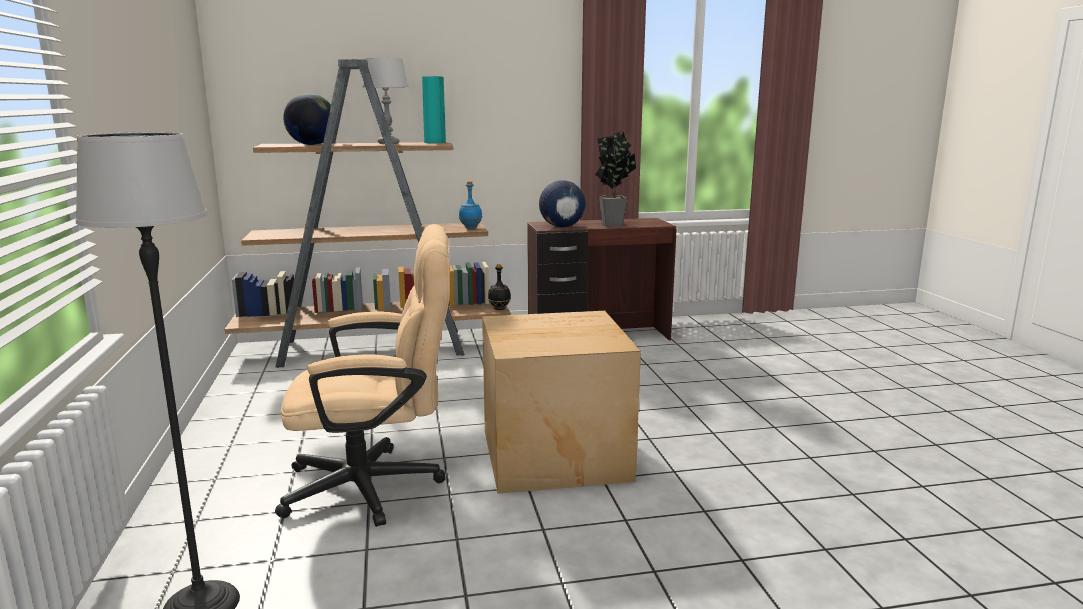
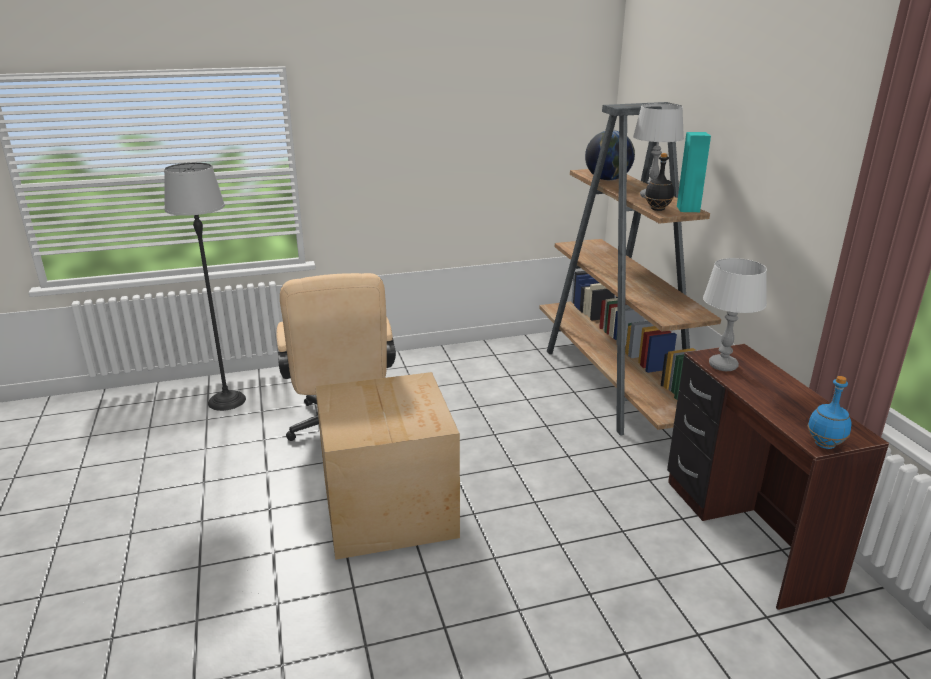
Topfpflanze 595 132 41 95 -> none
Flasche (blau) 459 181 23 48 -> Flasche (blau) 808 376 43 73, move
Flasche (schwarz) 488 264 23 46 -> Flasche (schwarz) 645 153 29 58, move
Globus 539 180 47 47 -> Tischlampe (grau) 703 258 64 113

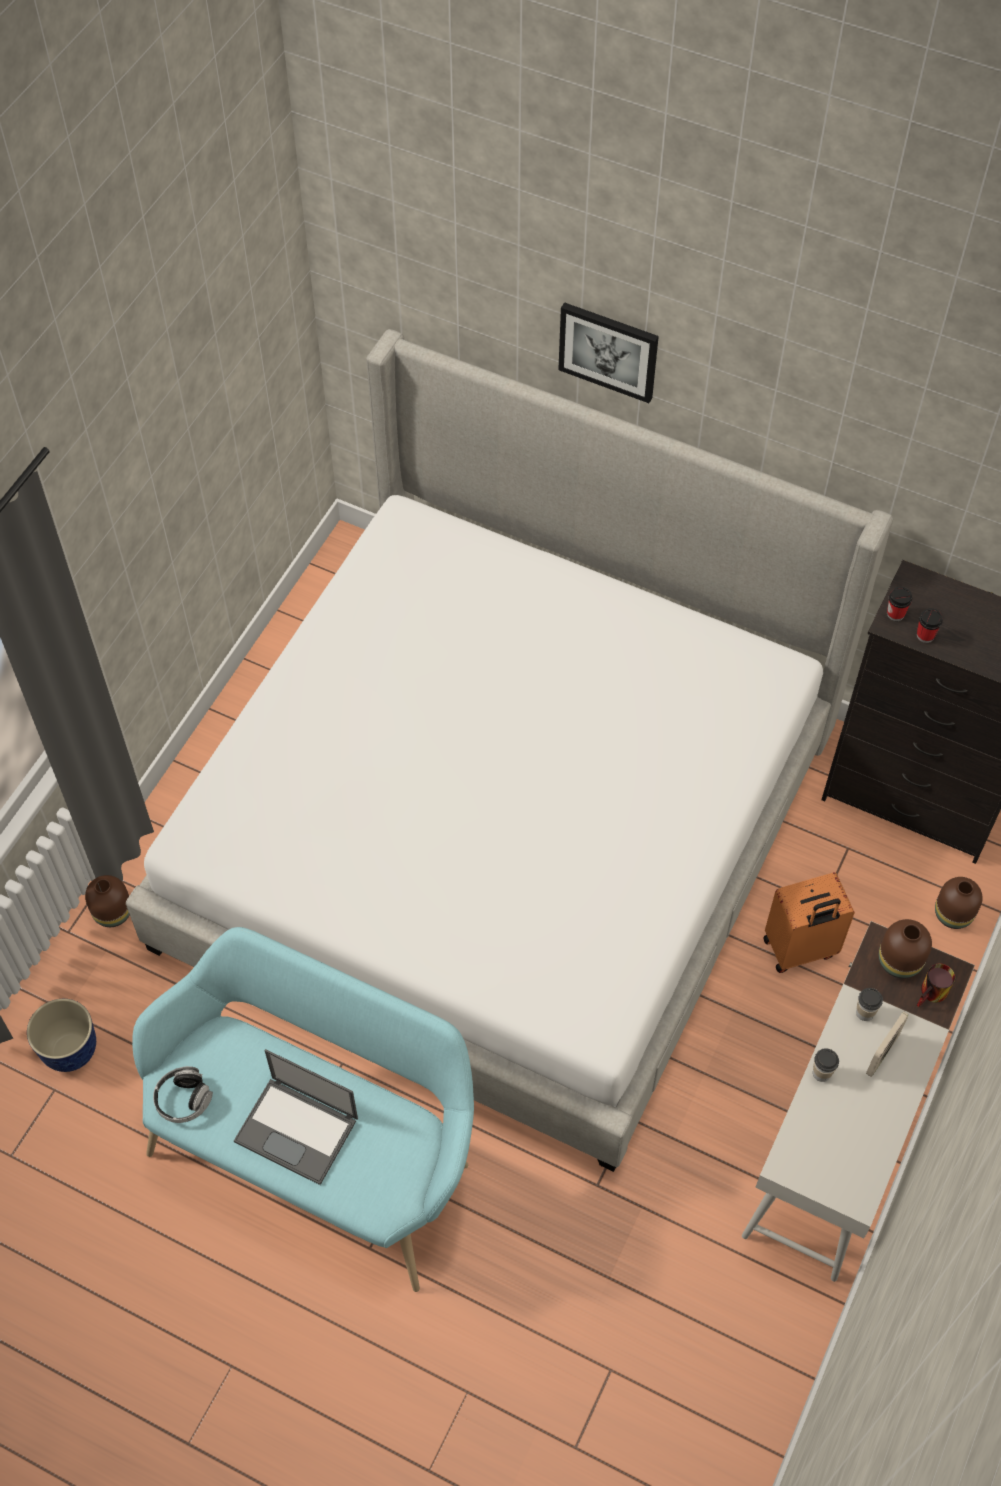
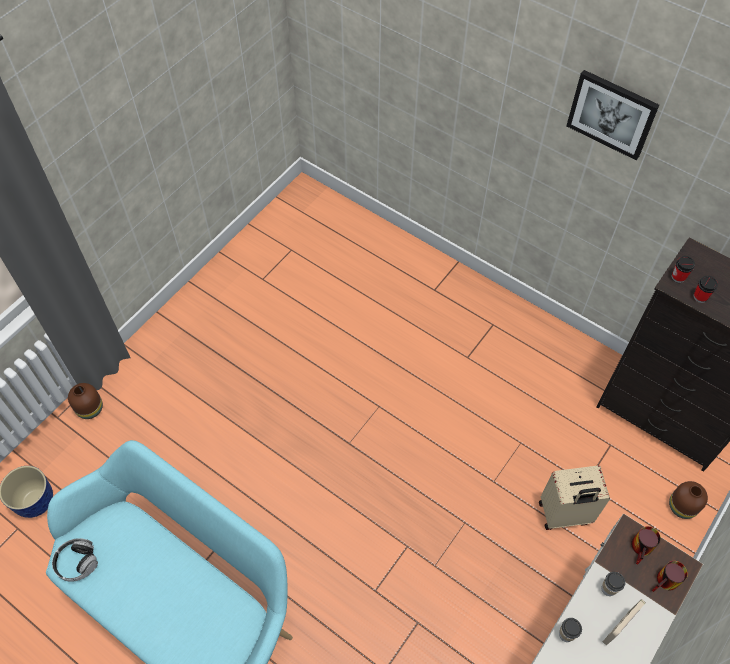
Bett 126 329 767 843 -> none
Laptop 234 1049 124 136 -> none
Bild 558 302 101 101 -> Bild 566 70 93 90, move
Vase (braun) 879 919 53 60 -> Henkelbecher 631 526 30 38
Koffer (orange) 763 872 92 101 -> Koffer (beige) 539 466 71 64

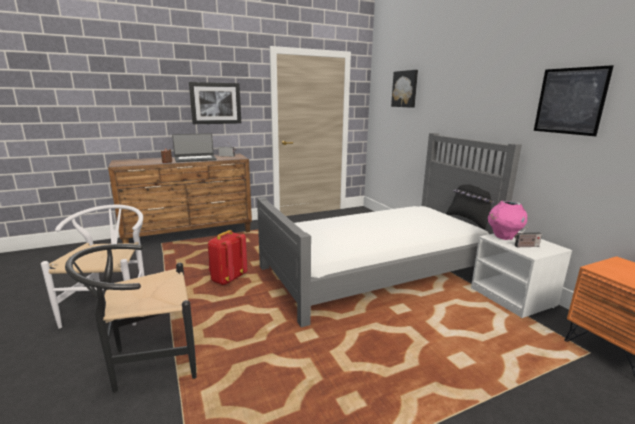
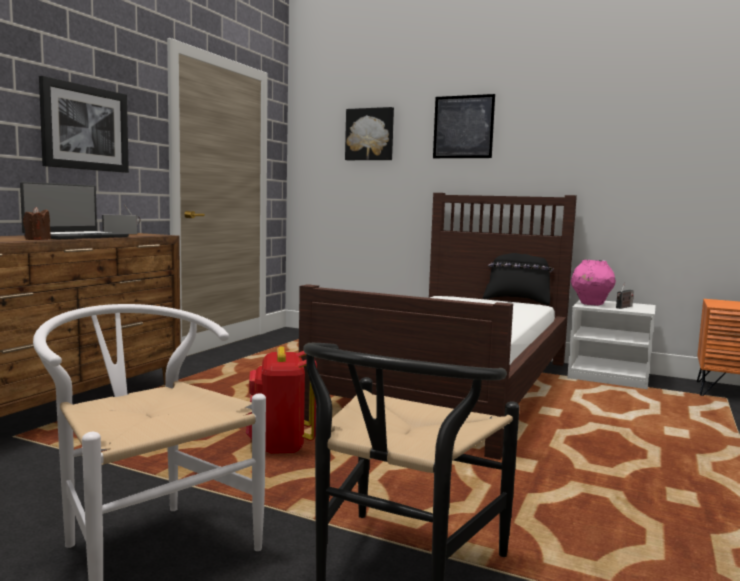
Bild 534 65 80 71 -> Bild 433 94 62 64, move
Bett (grau) 257 133 265 194 -> Bett (braun) 299 193 278 267

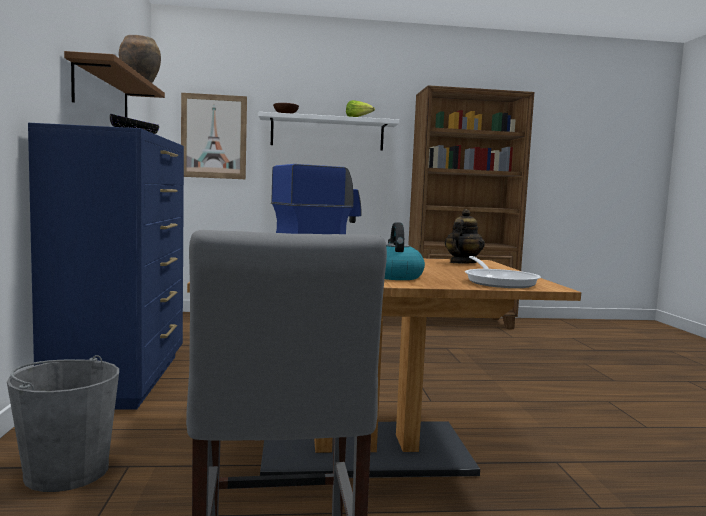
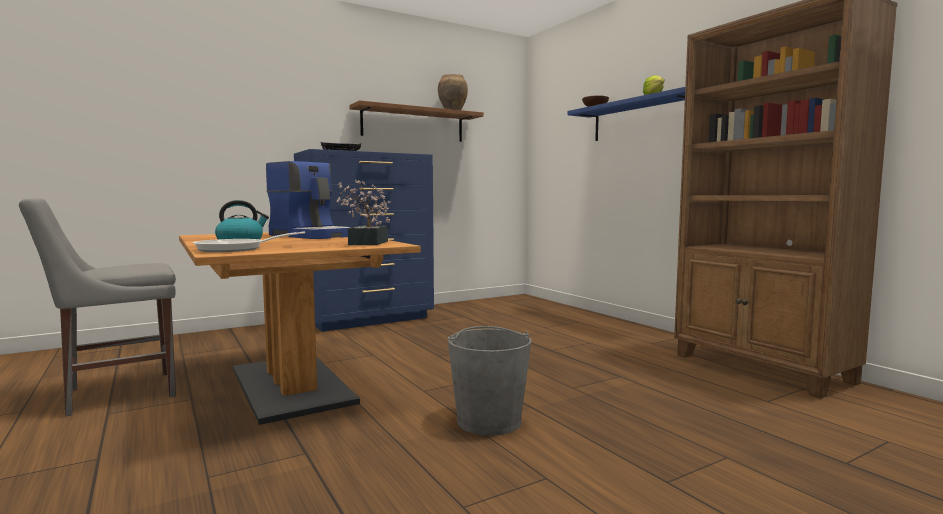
Bild 181 93 66 86 -> none
Eimer (grau) 7 355 112 137 -> Eimer (grau) 448 326 83 110, move
Teekanne 445 209 40 54 -> Topfpflanze 337 179 53 66
Wandregal (weiß) 259 112 140 39 -> Wandregal (blau) 567 87 118 54

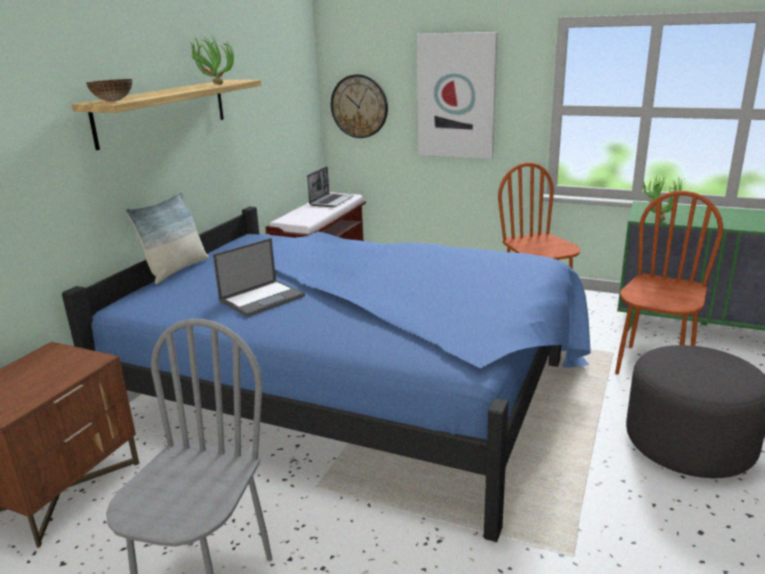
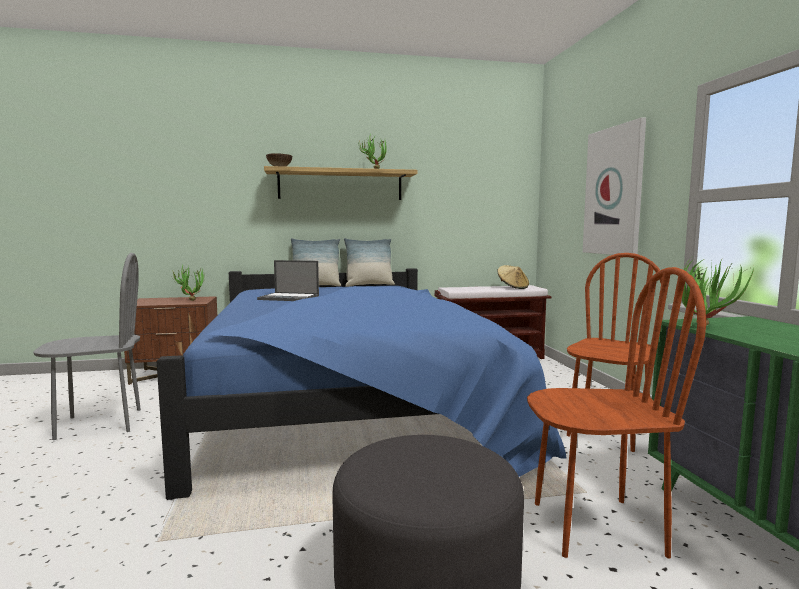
Wanduhr 331 74 57 64 -> none
none -> Topfpflanze 170 266 35 35
none -> Kissen 344 238 51 49
Laptop 307 166 47 41 -> Hut (beige) 497 265 32 24

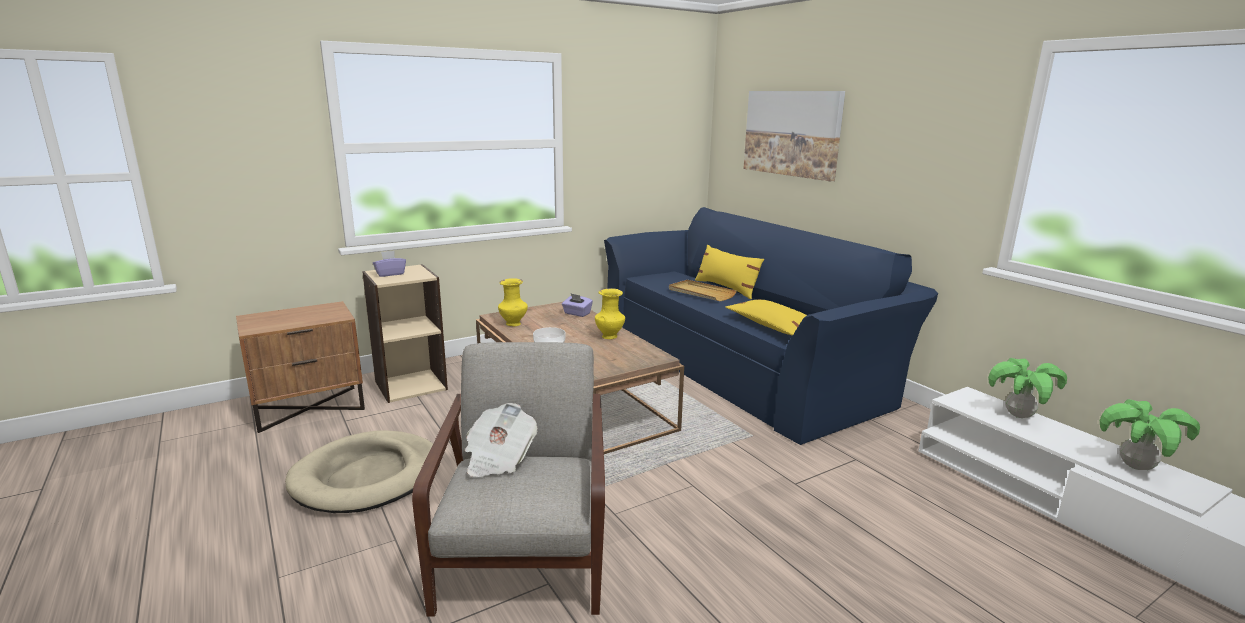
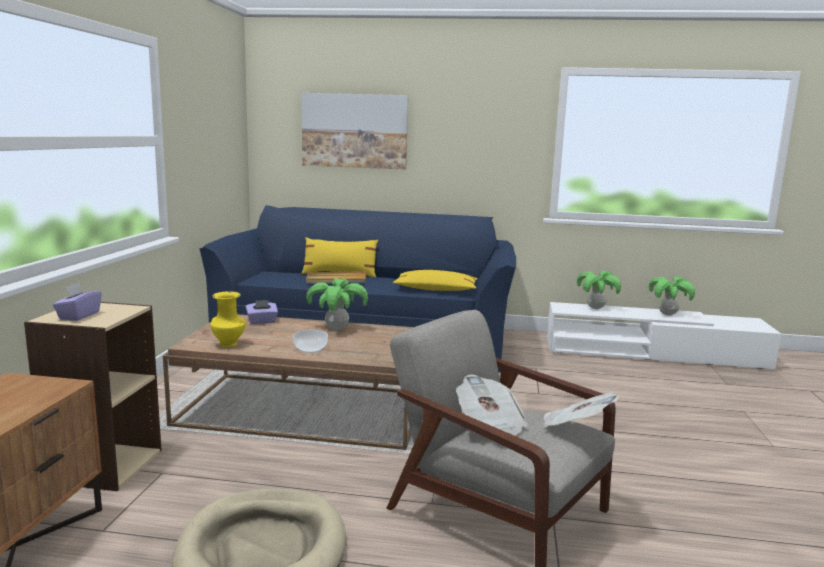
none -> Zeitung 544 392 75 36
Vase (gelb) 595 288 30 51 -> Topfpflanze 306 278 62 52

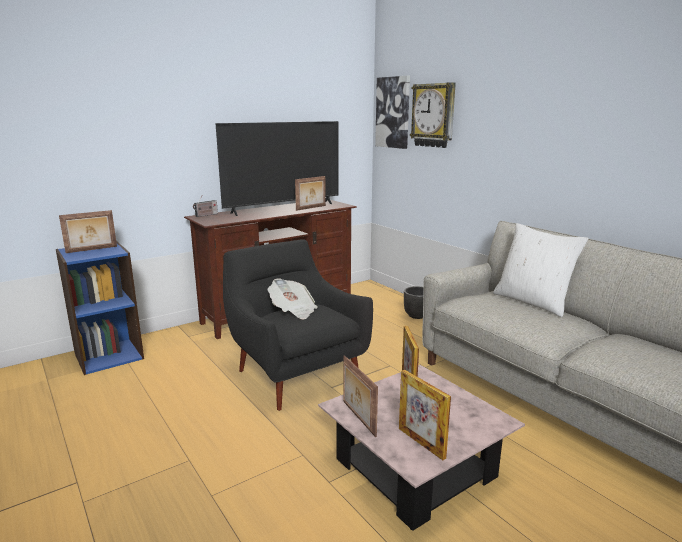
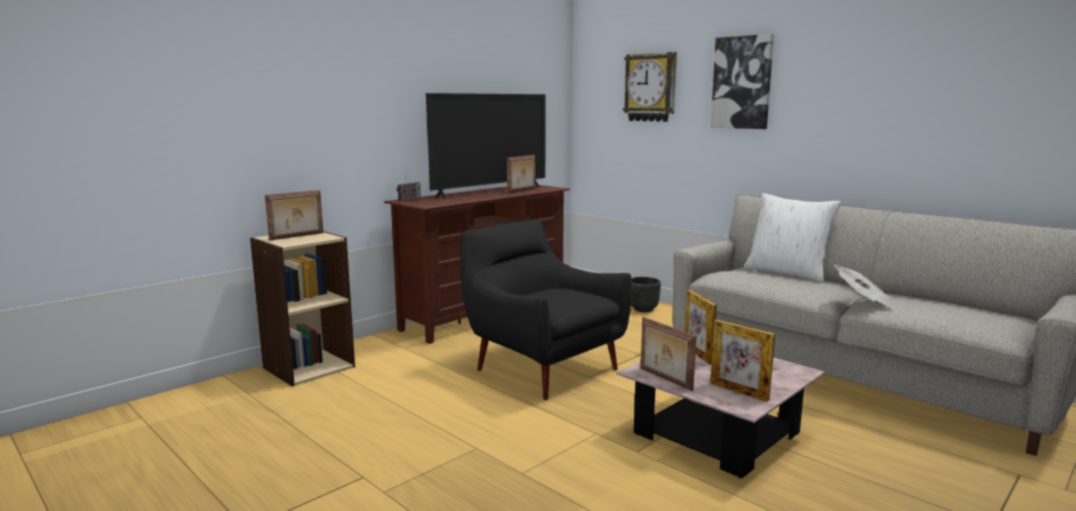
Zeitung 268 278 50 42 -> Zeitung 834 265 62 44, move
Bild 375 76 35 73 -> Bild 710 34 64 95, move
Bücherregal (blau) 56 241 88 134 -> Bücherregal (beige) 250 231 105 156

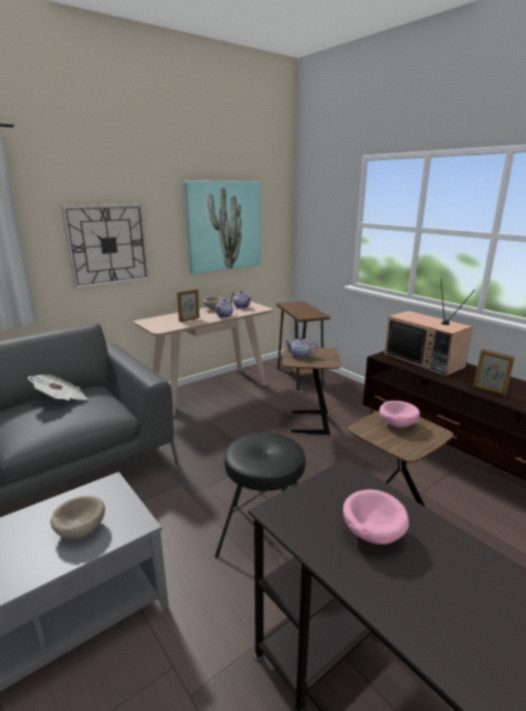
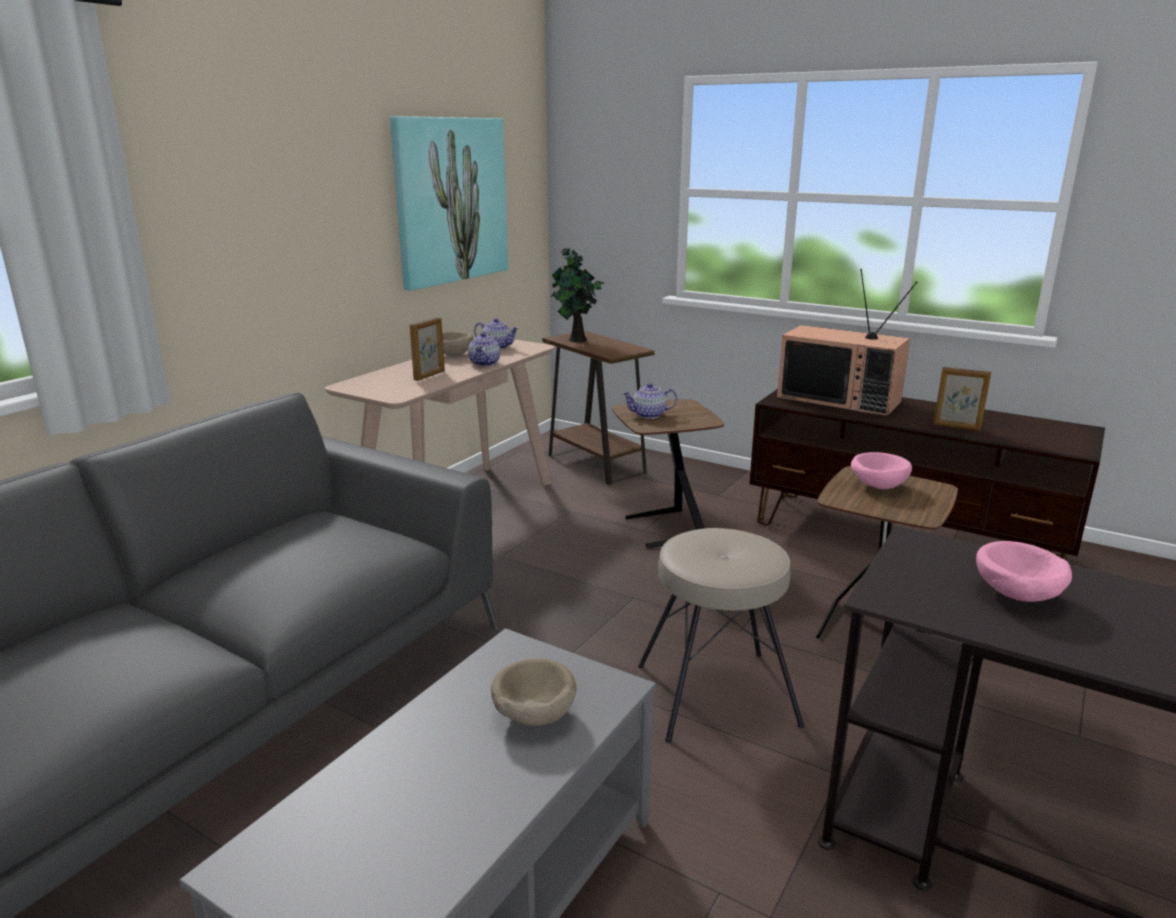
Zeitung 27 375 61 26 -> none
Wanduhr 61 204 89 85 -> none
none -> Topfpflanze 550 248 55 94
Hocker (schwarz) 215 432 90 126 -> Hocker (beige) 638 528 166 215

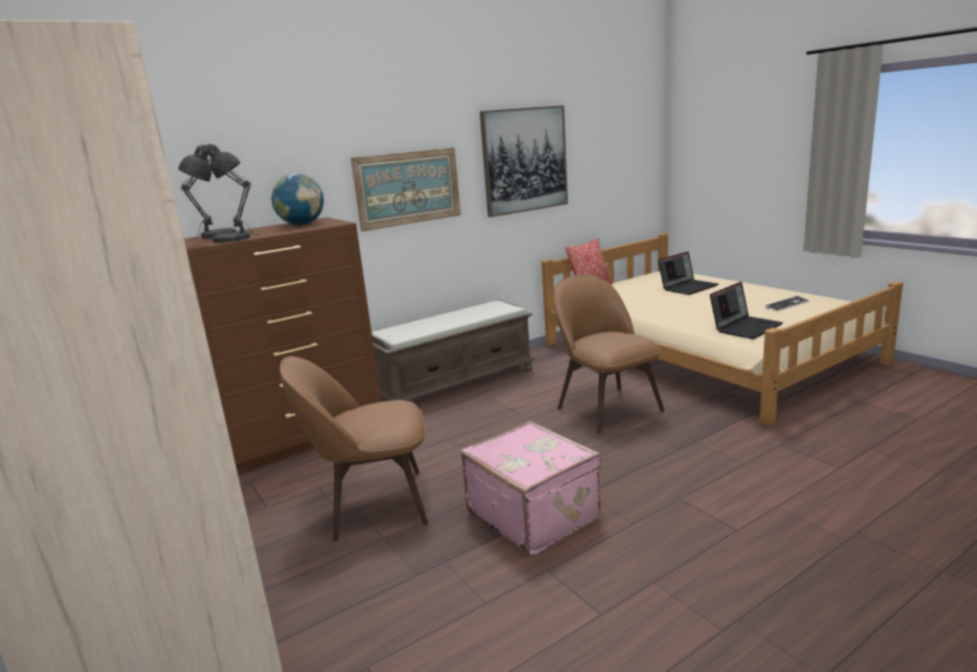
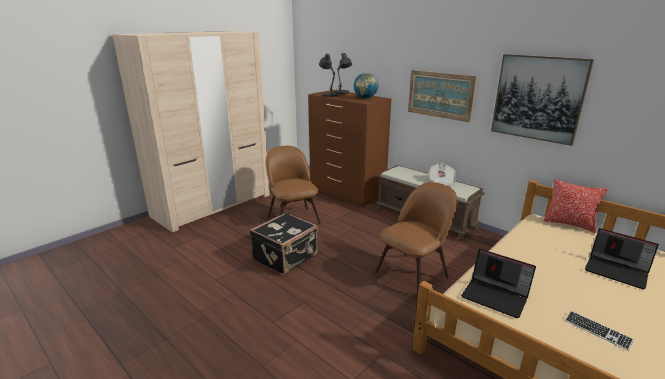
none -> Zeitung 429 163 27 23
Koffer (rosa) 461 421 141 135 -> Koffer (schwarz) 250 212 68 63

